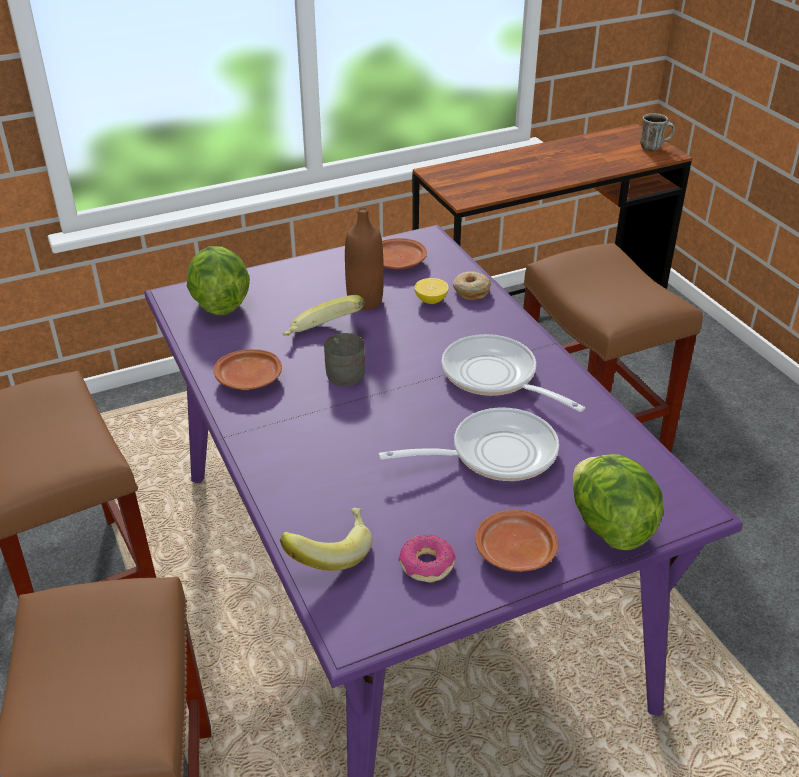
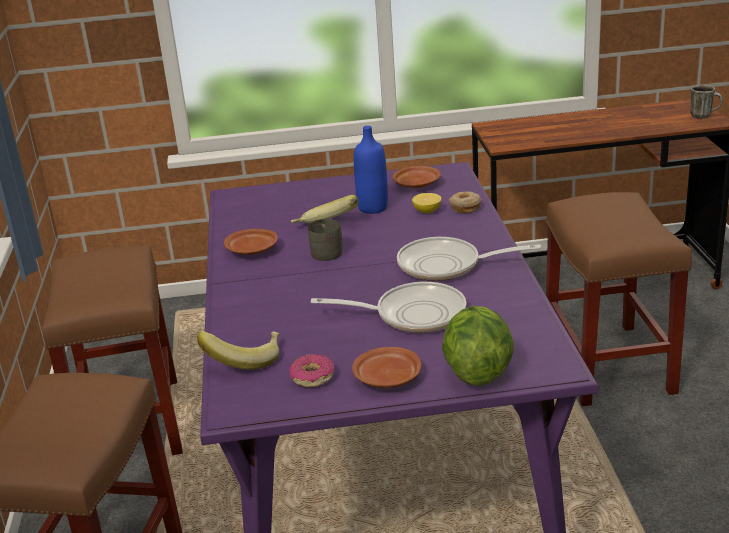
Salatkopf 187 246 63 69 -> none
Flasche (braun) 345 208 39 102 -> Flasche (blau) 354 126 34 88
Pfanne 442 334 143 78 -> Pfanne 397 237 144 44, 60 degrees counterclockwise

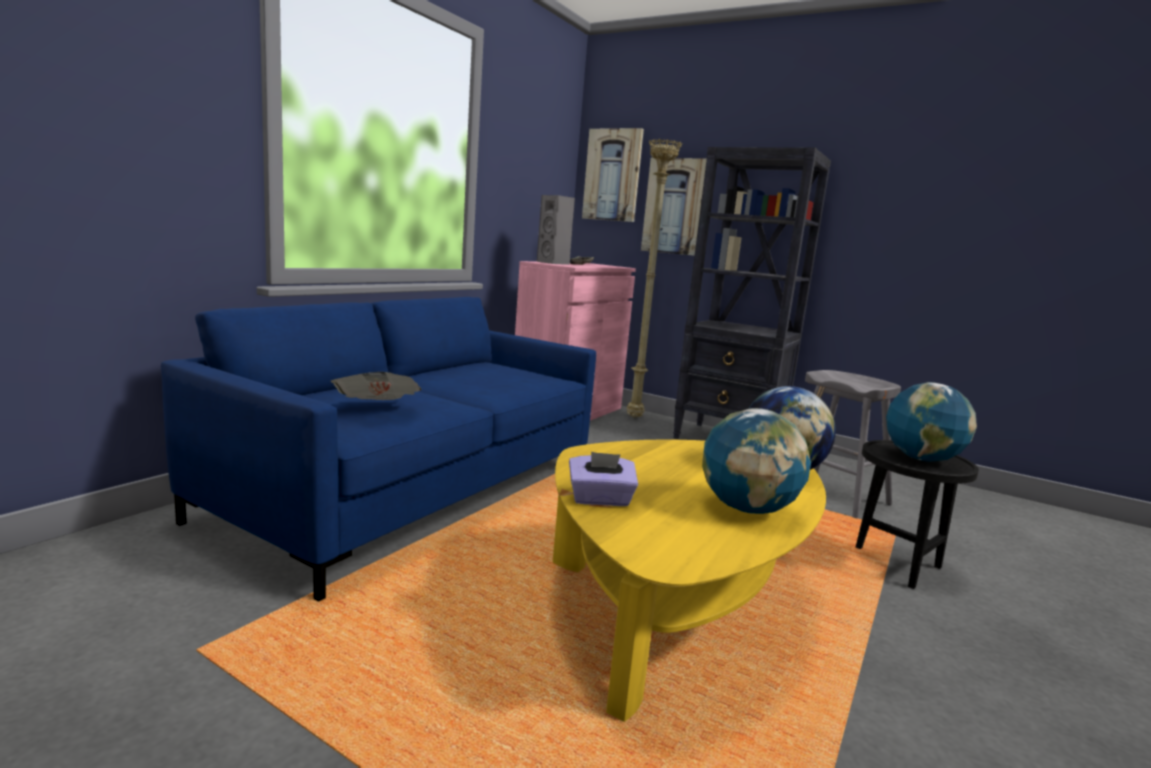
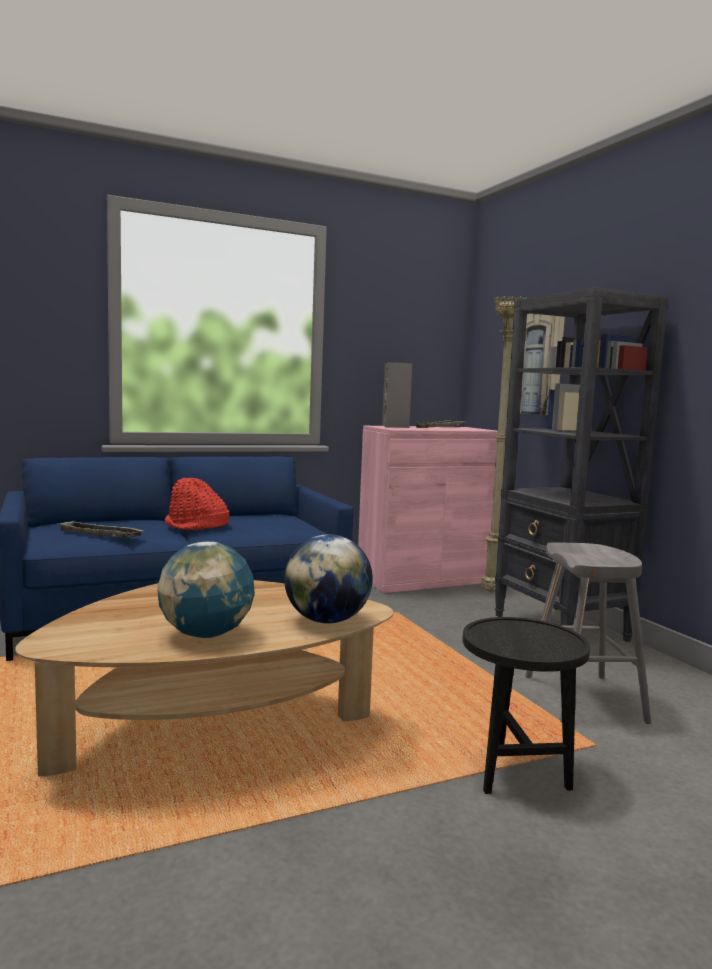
Taschentuchbox (lila) 569 452 69 54 -> none
Bild 582 128 62 94 -> none
Globus 886 382 91 80 -> none
none -> Hut (rot) 165 478 64 52
Zeitung 330 372 92 28 -> Tablett 57 521 85 17
Couchtisch (gelb) 553 440 273 282 -> Couchtisch (braun) 15 580 378 197

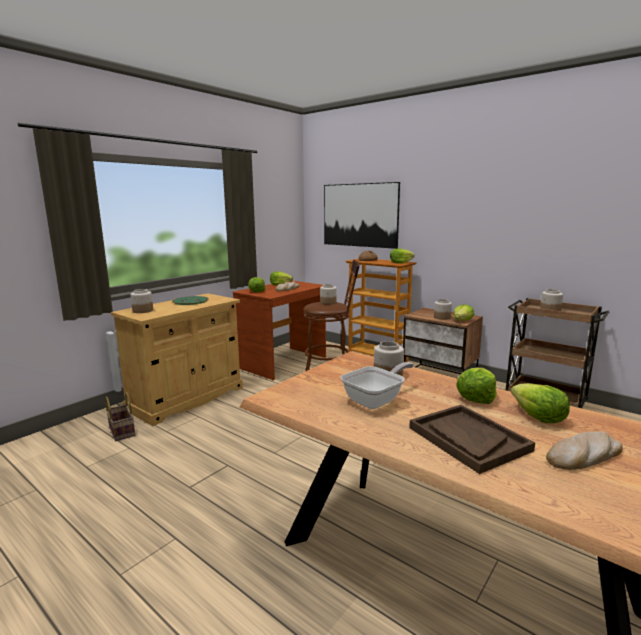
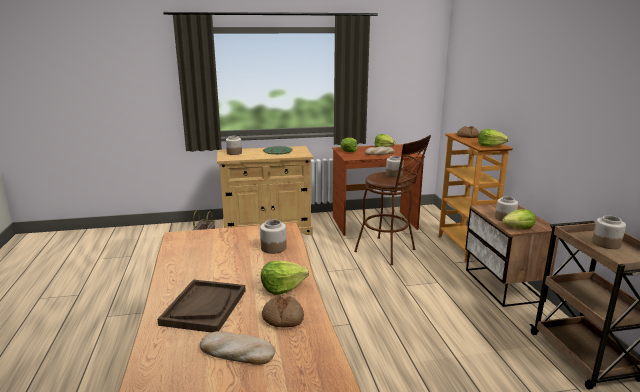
Bild 324 182 76 67 -> none
Pfanne 340 362 74 47 -> none
Salatkopf 511 383 59 40 -> Brot 262 296 42 32

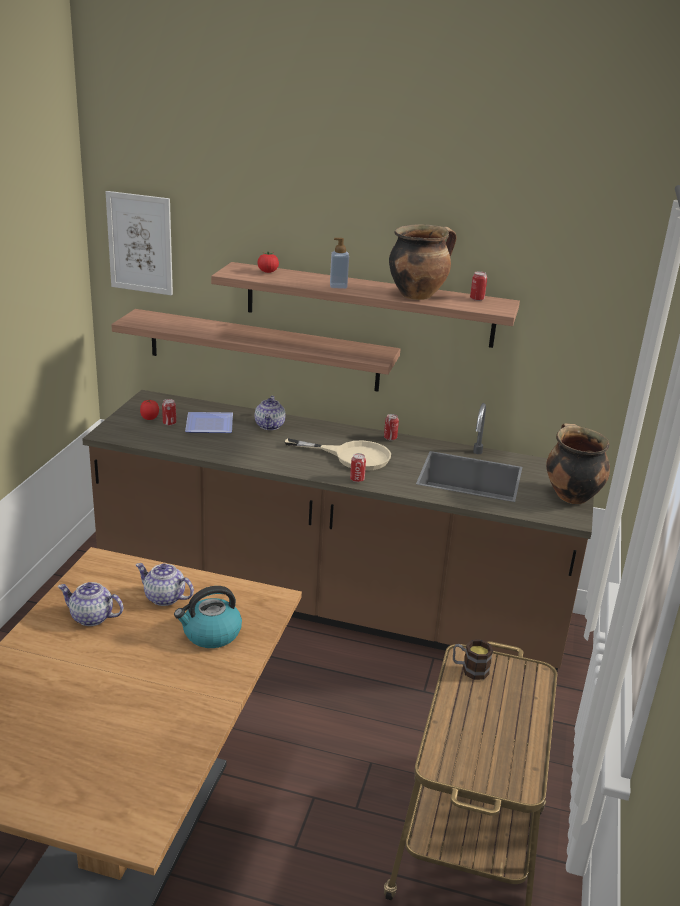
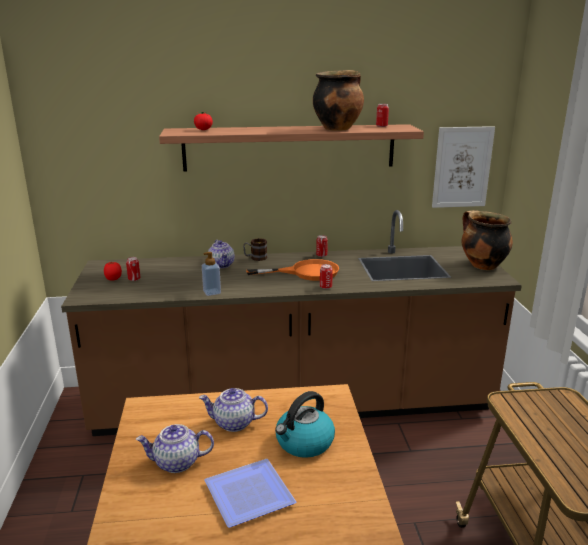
Wandregal 111 309 289 83 -> none
Bild 106 191 67 105 -> Bild 432 126 63 82, move
Teller 185 412 48 21 -> Teller 204 459 92 69, move
Seifenspender 330 238 19 51 -> Seifenspender 202 252 19 44, move
Henkelbecher 453 639 40 41 -> Henkelbecher 243 238 24 23, move
Pfanne (beige) 285 438 106 33 -> Pfanne (orange) 246 259 93 22

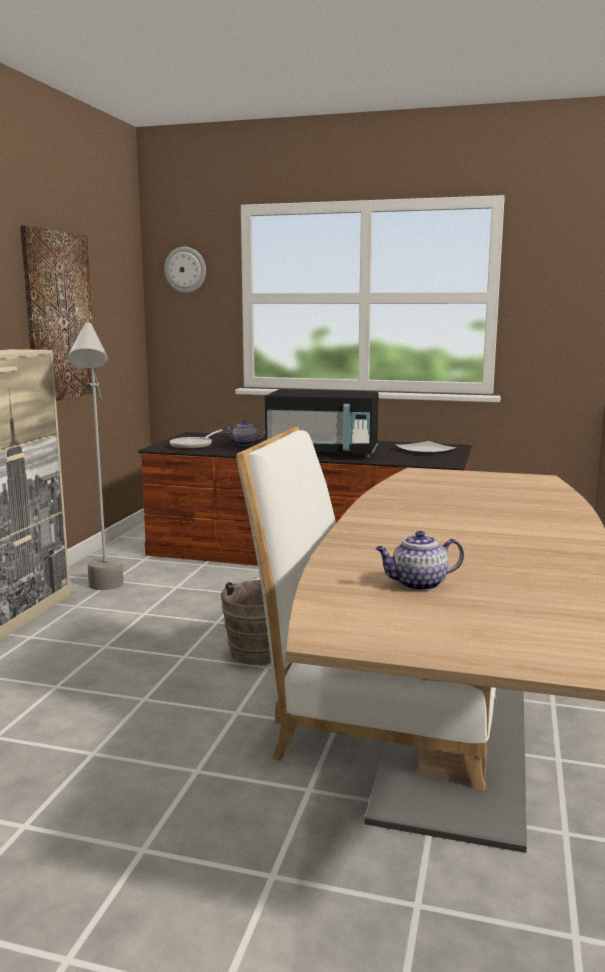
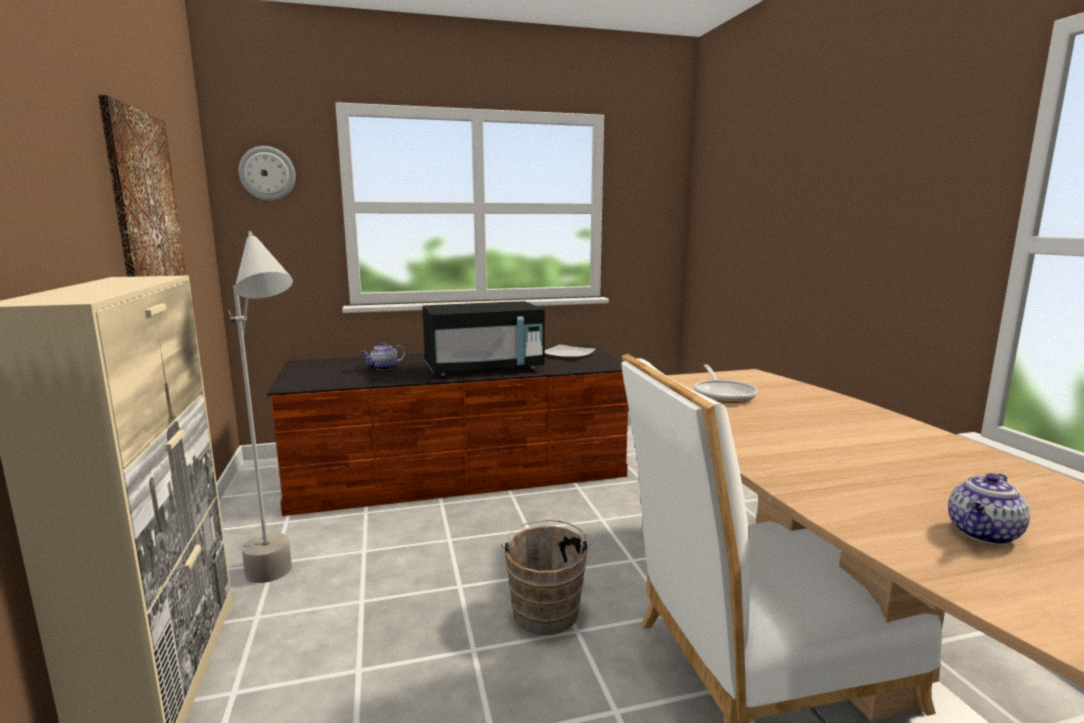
Pfanne 170 430 53 19 -> Pfanne 694 364 63 39, move

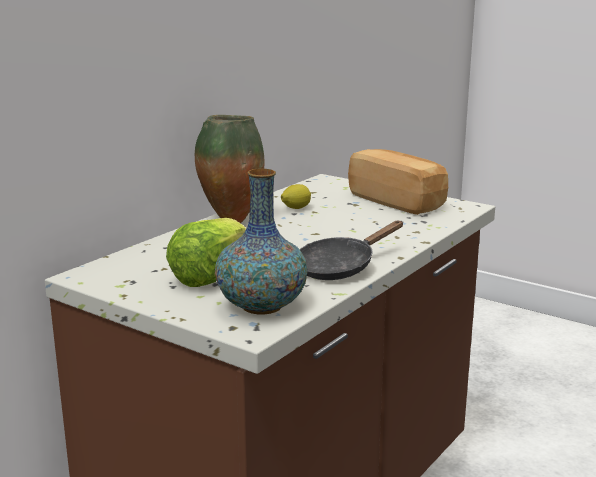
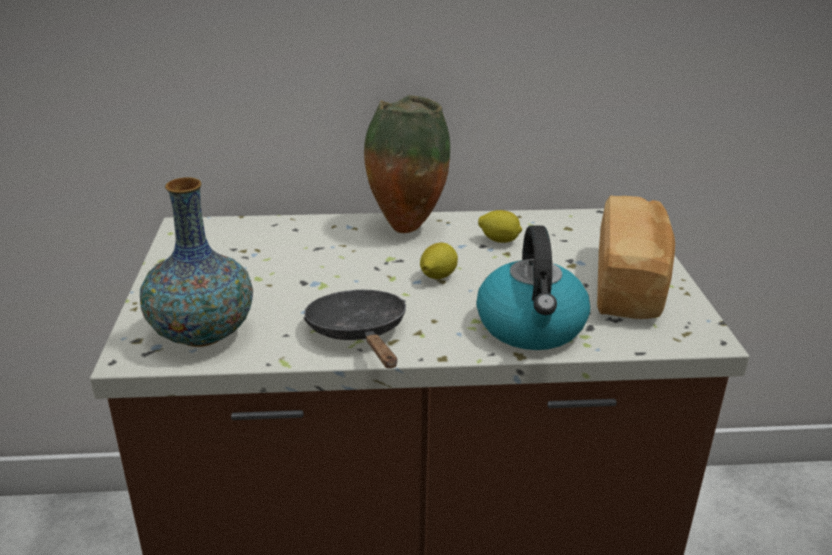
Salatkopf 166 218 80 69 -> none
none -> Zitrone 420 243 38 36
none -> Wasserkessel 477 225 113 125
Pfanne (schwarz) 299 220 104 60 -> Pfanne (schwarz) 303 290 103 78, 60 degrees clockwise

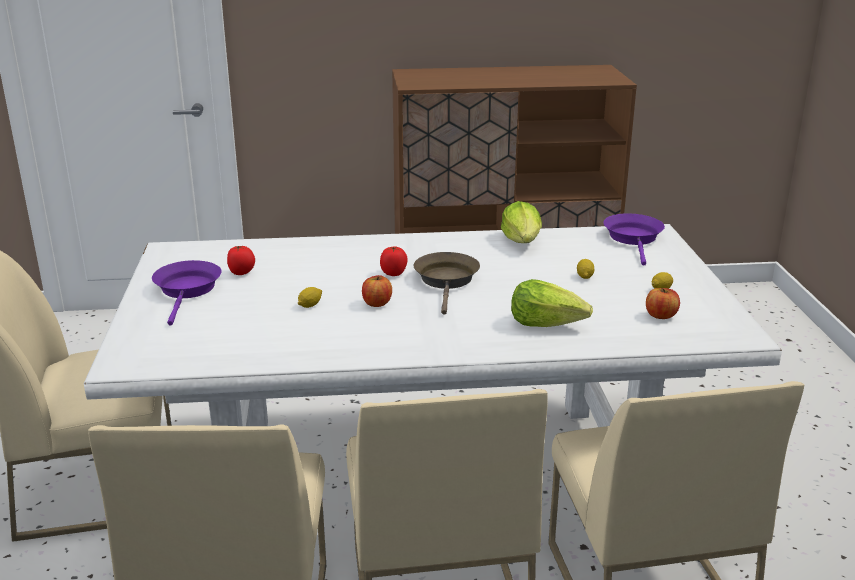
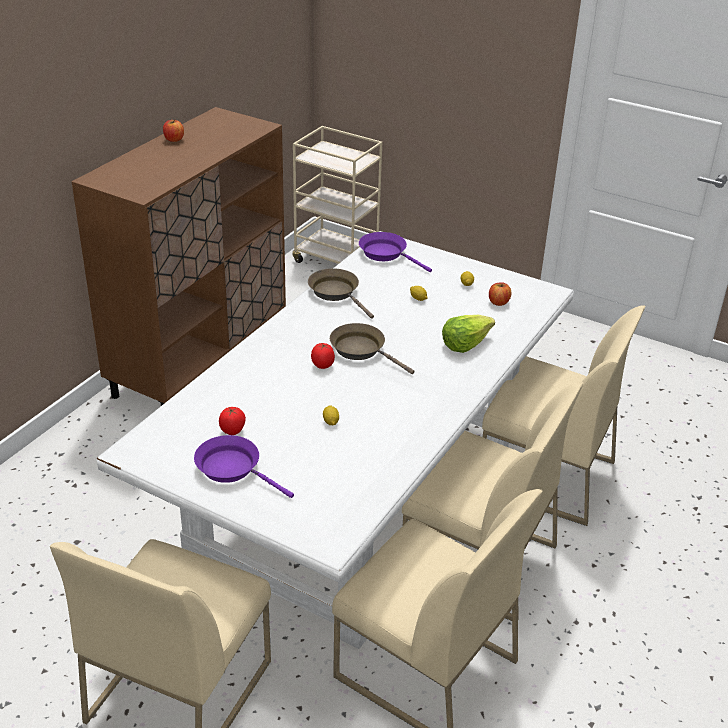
none -> Rollwagen (beige) 292 126 90 138
Apfel 362 275 30 32 -> Apfel 163 119 21 23, move
Salatkopf 501 201 41 42 -> Pfanne (braun) 308 268 66 51

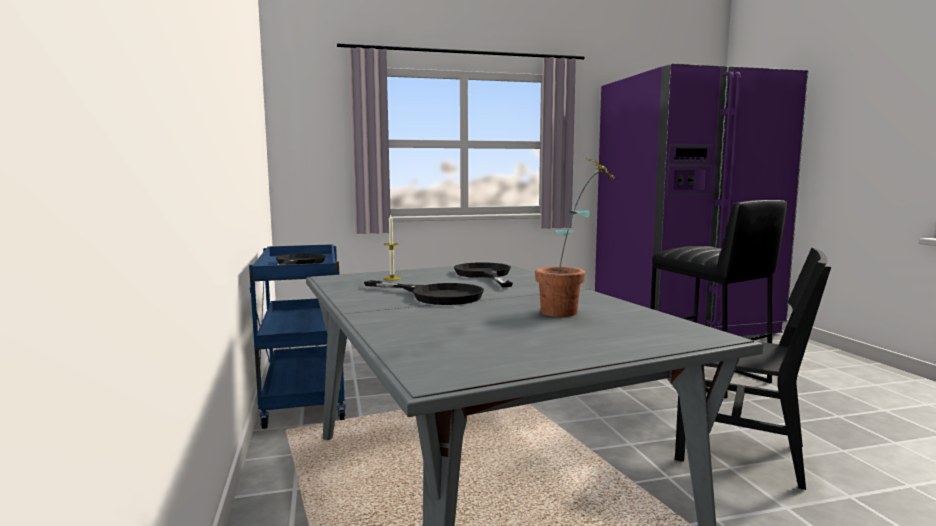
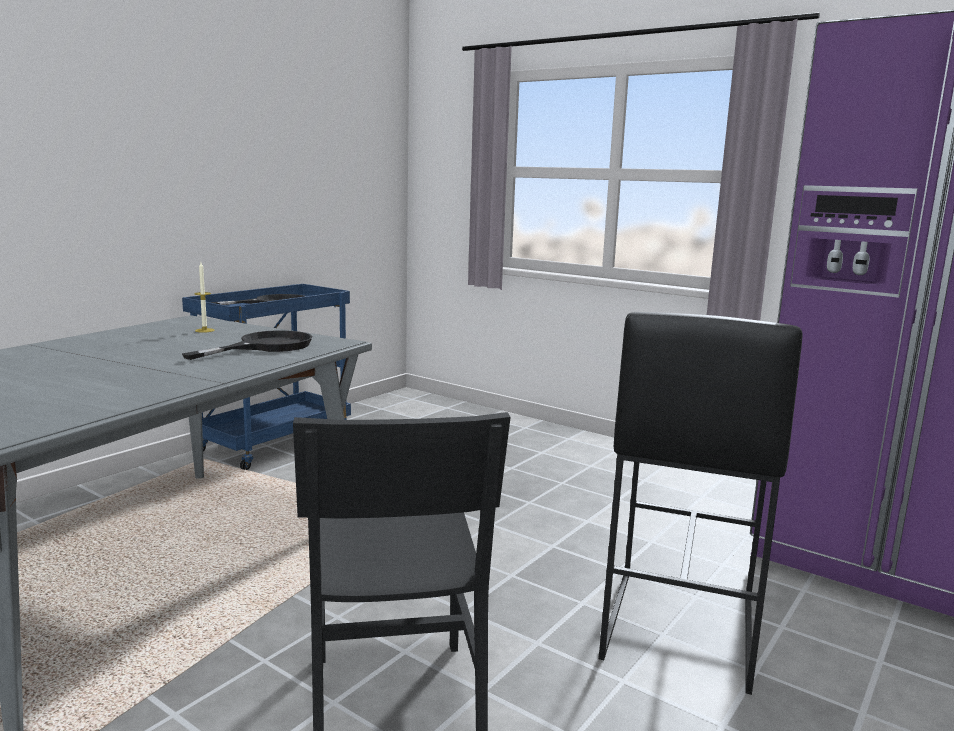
Pfanne (schwarz) 364 280 120 25 -> none
Topfpflanze 535 156 80 161 -> none

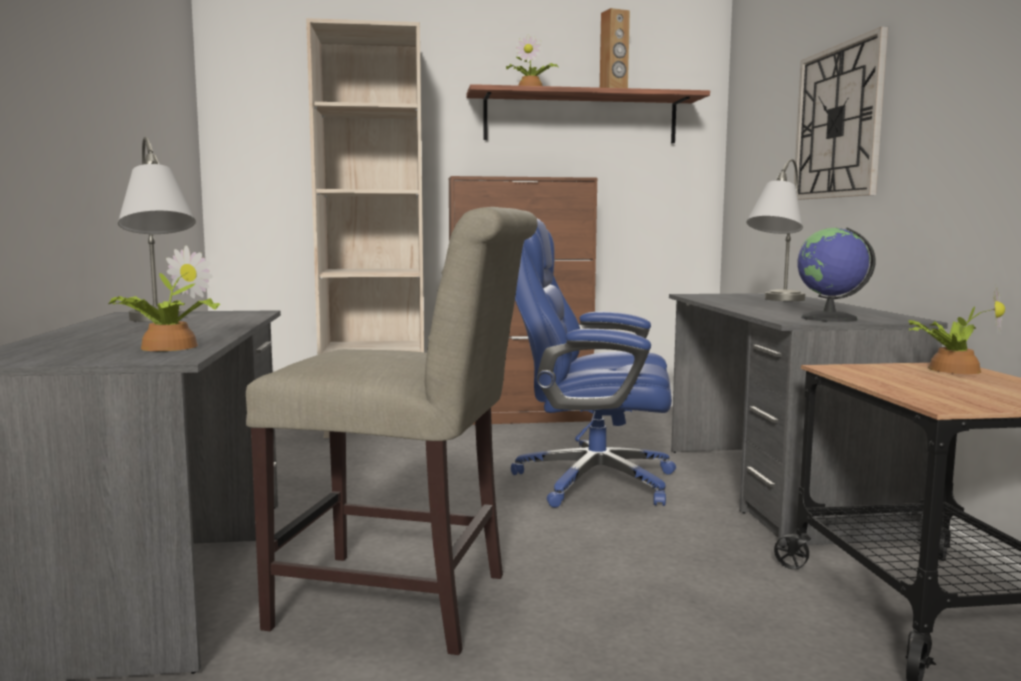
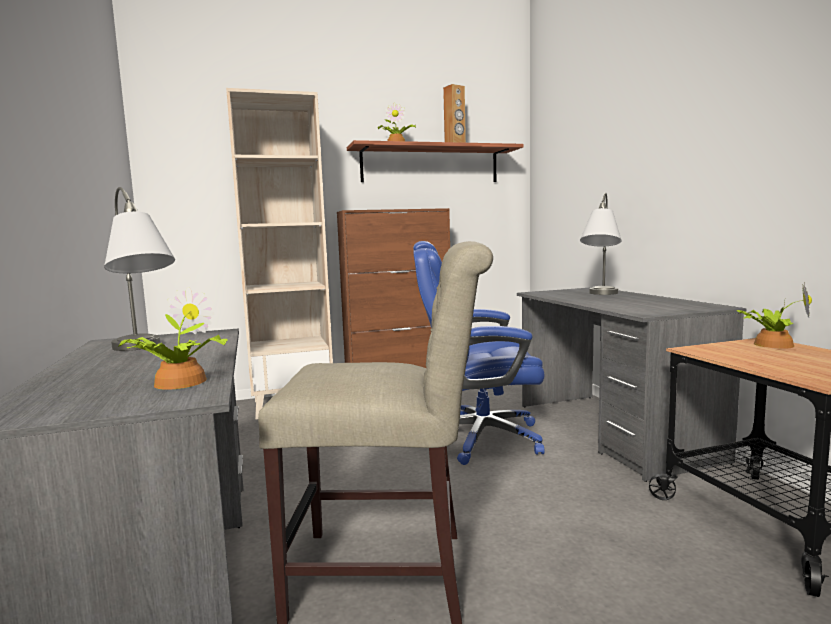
Wanduhr 794 27 94 173 -> none
Globus 797 227 79 95 -> none

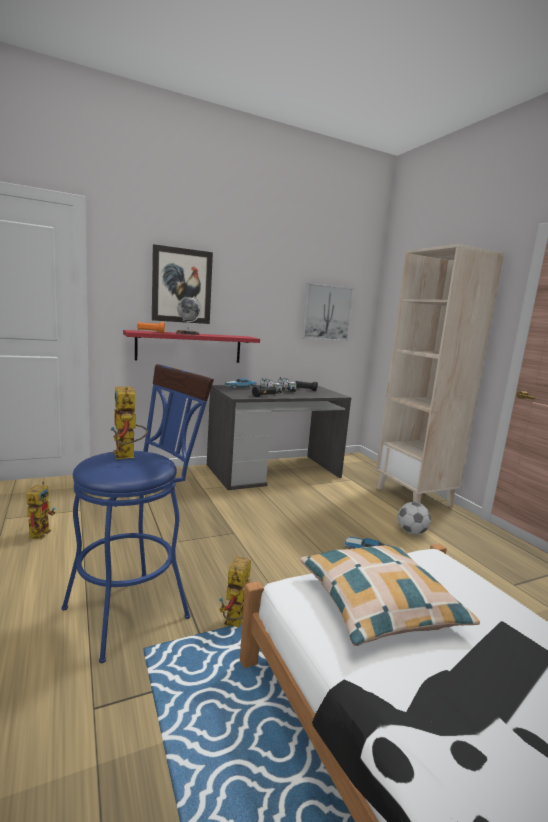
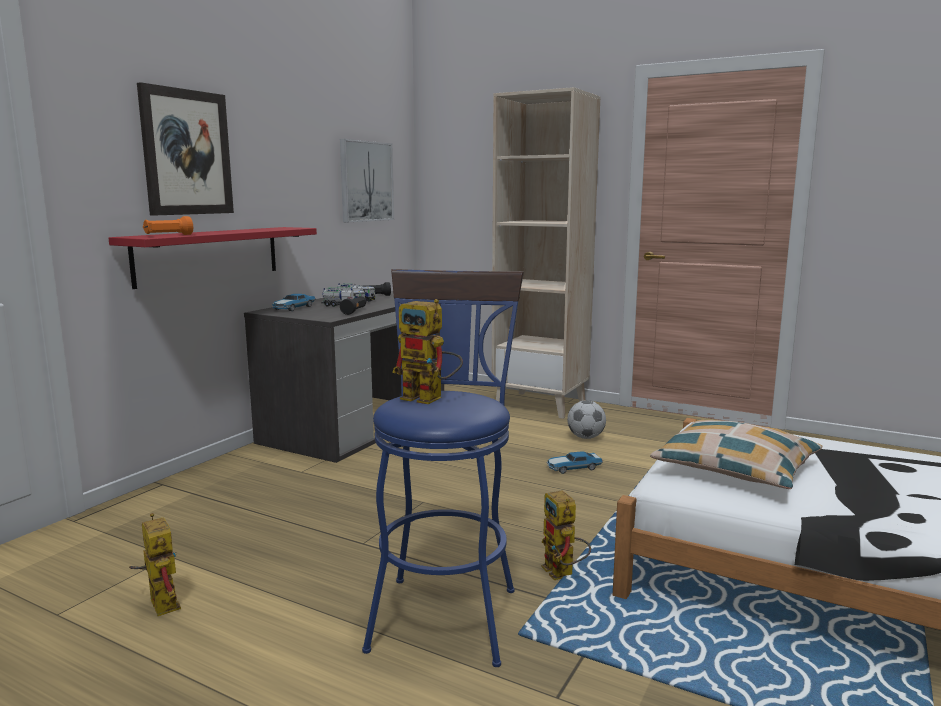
Globus 176 296 26 39 -> none

